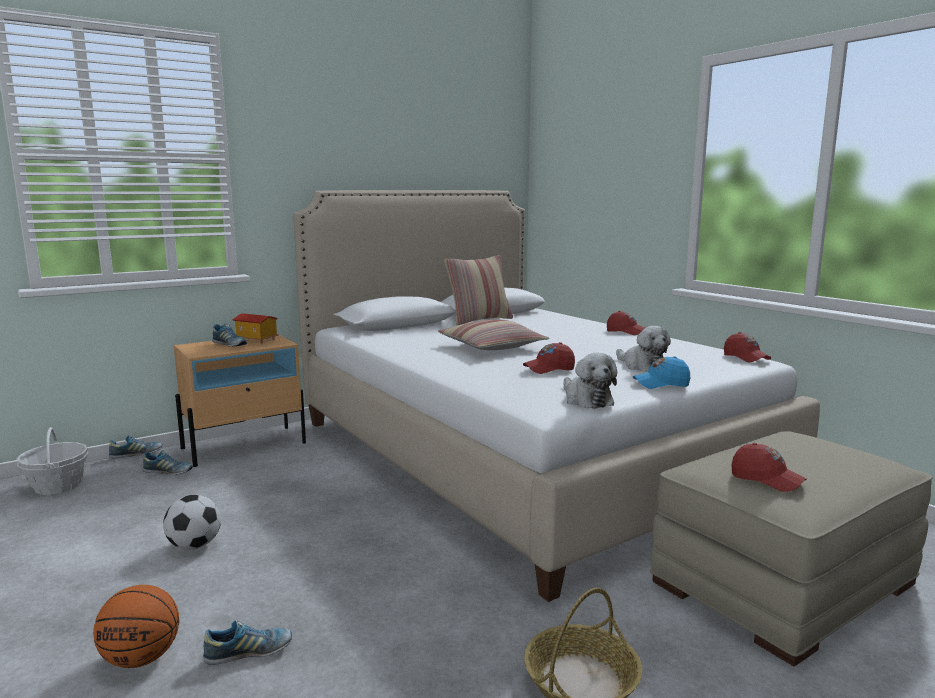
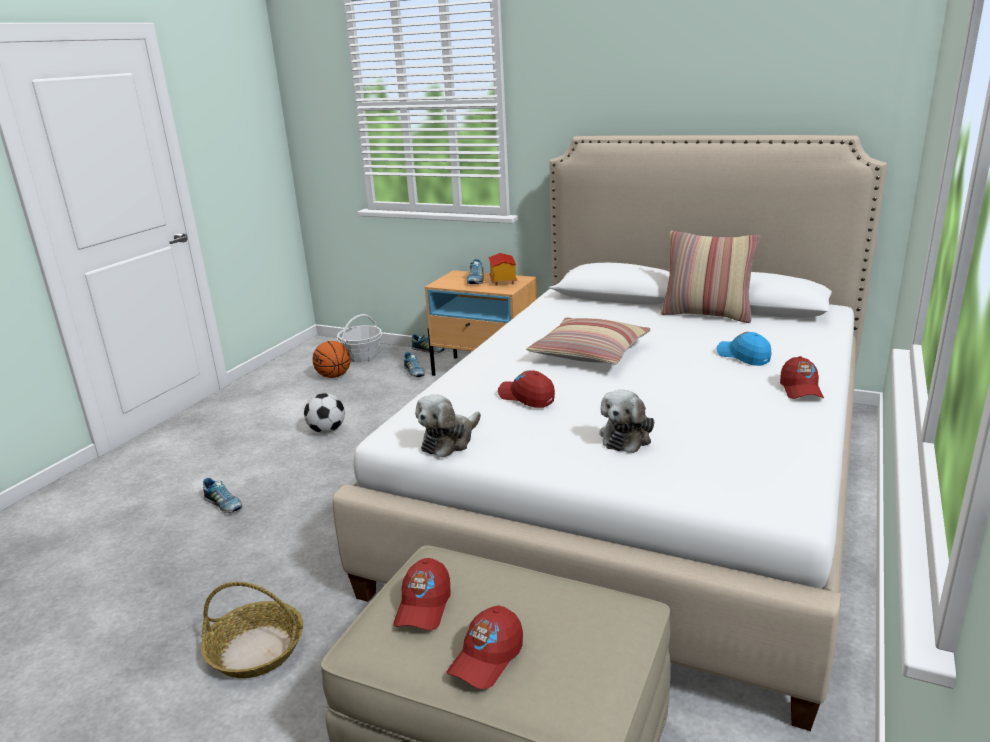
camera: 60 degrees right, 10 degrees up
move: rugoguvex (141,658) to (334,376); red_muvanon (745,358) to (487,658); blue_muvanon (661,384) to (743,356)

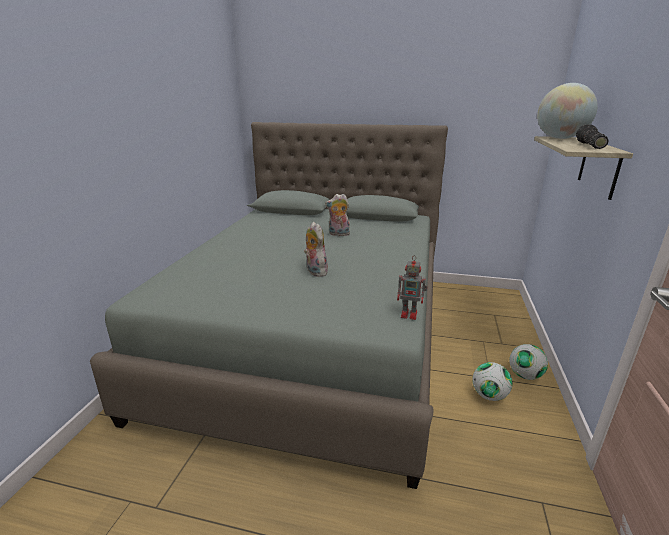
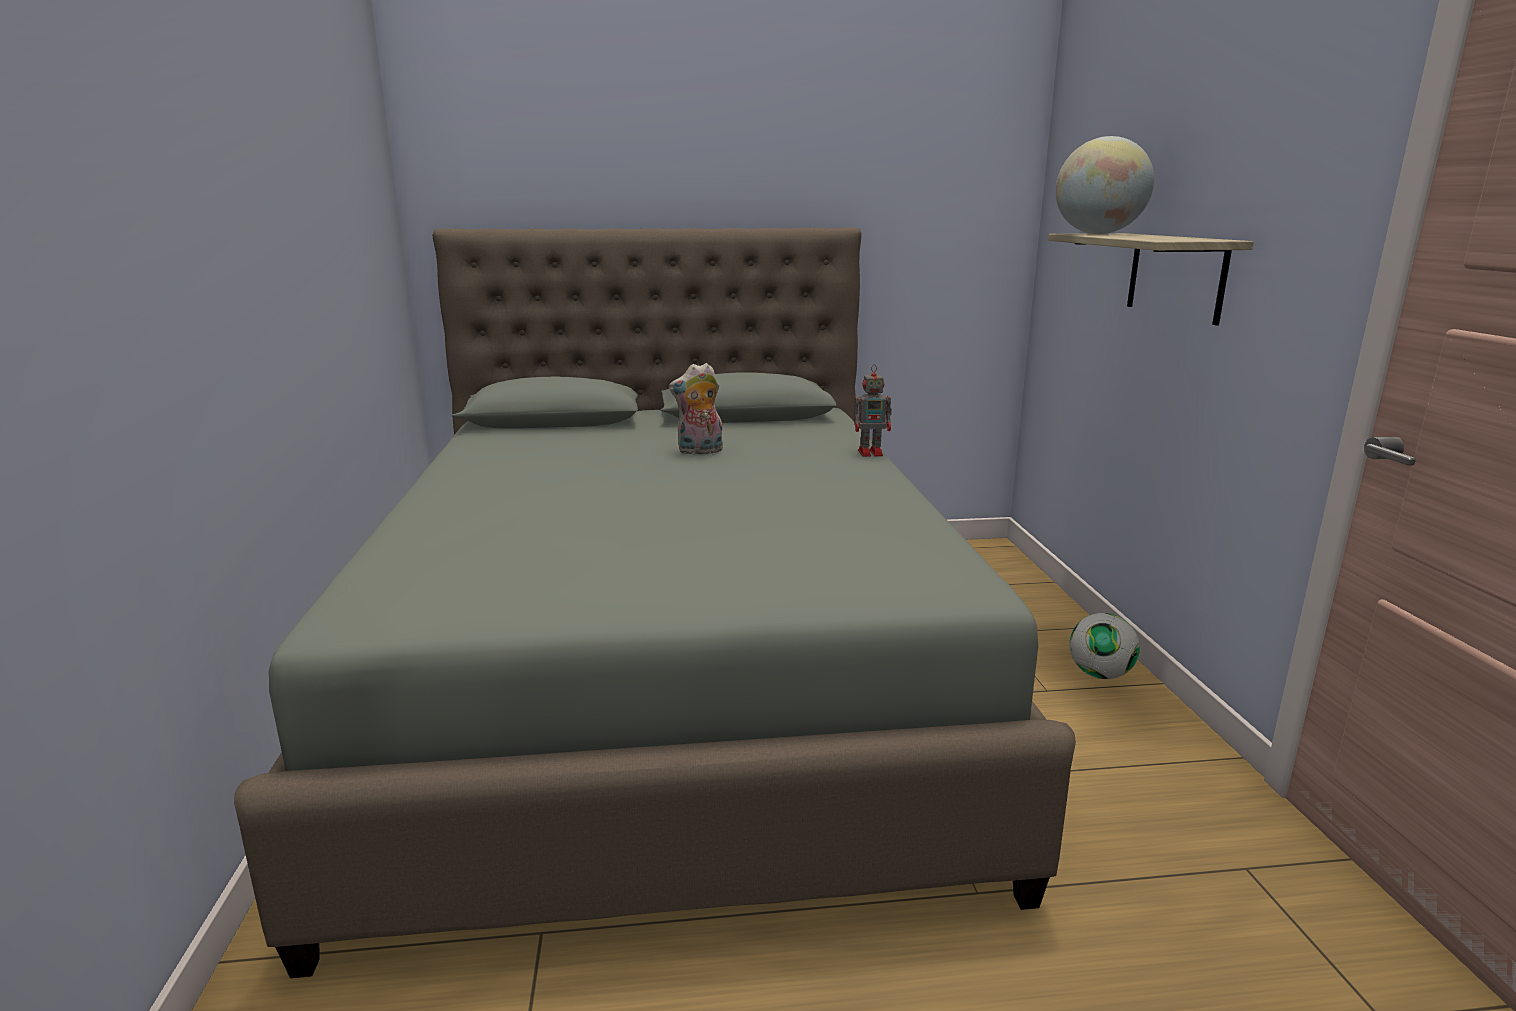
camera: 20 degrees left, 5 degrees down
delete: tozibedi (315,271); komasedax (489,395); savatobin (589,145)
move: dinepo (410,314) to (871,453)

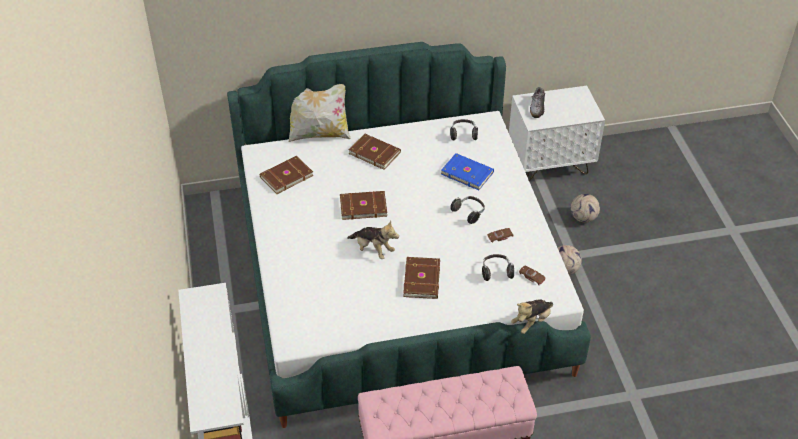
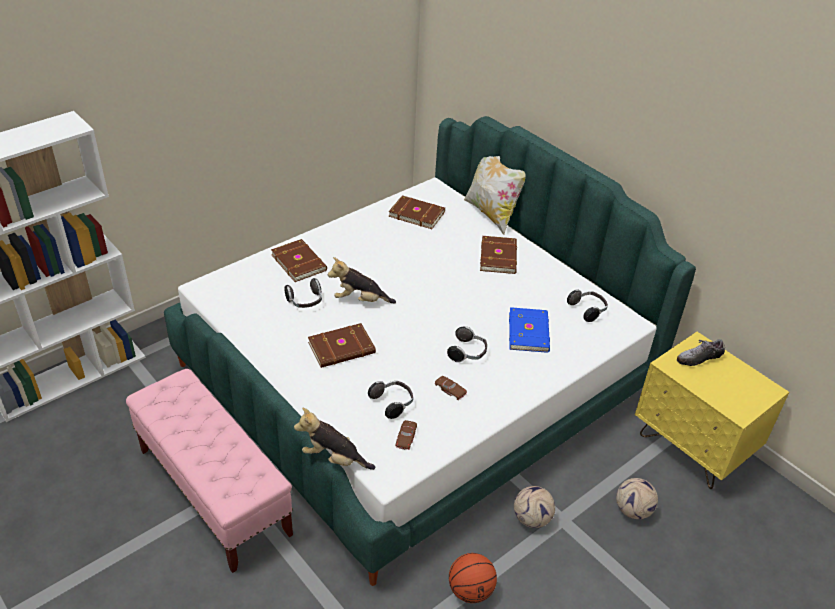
camera: 60 degrees right, 5 degrees down
insert: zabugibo (305,302); rugoguvex (470,590)
move: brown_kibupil (363,206) to (299,262)
recolor: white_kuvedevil (550,164) to yellow_kuvedevil (692,448)
rotate: tozibedi (373,249) = (360,300) 90 degrees clockwise

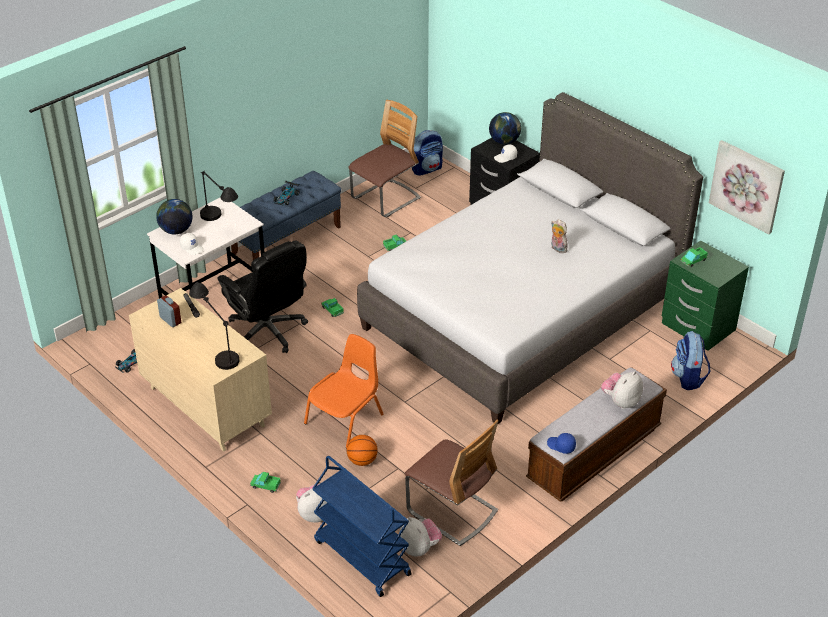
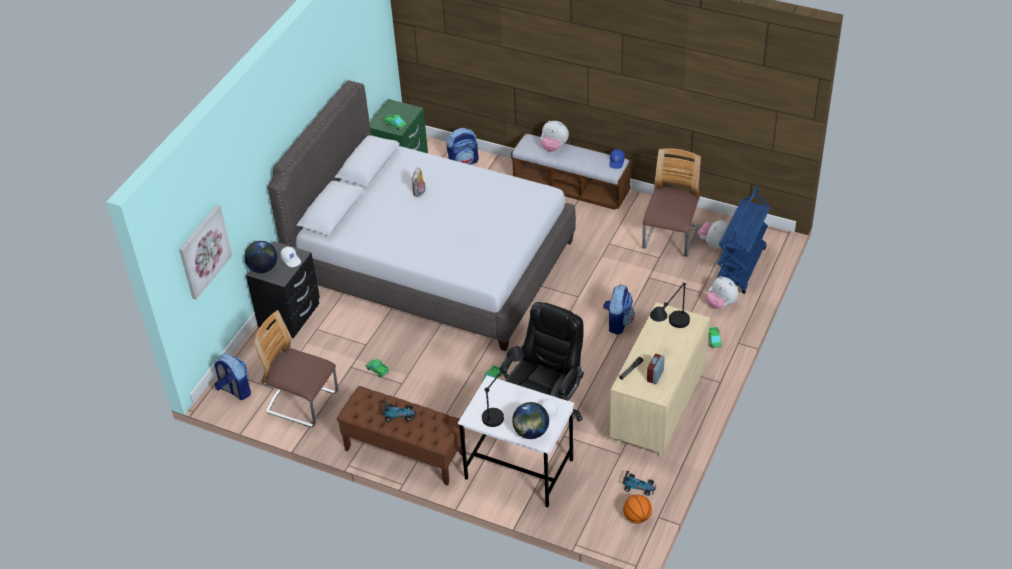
camera: 110 degrees left, 5 degrees up
move: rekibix (747,186) to (204,251); rugoguvex (362,461) to (637,517)
replace: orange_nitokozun (345,419) to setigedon (617,322)
recolor: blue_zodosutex (287,240) to brown_zodosutex (404,452)

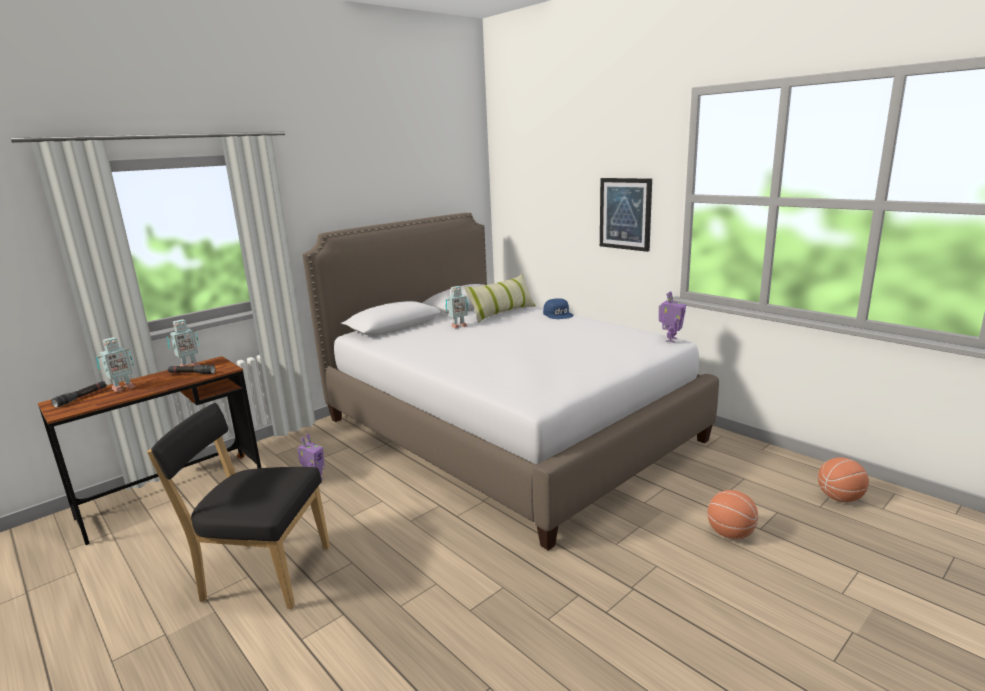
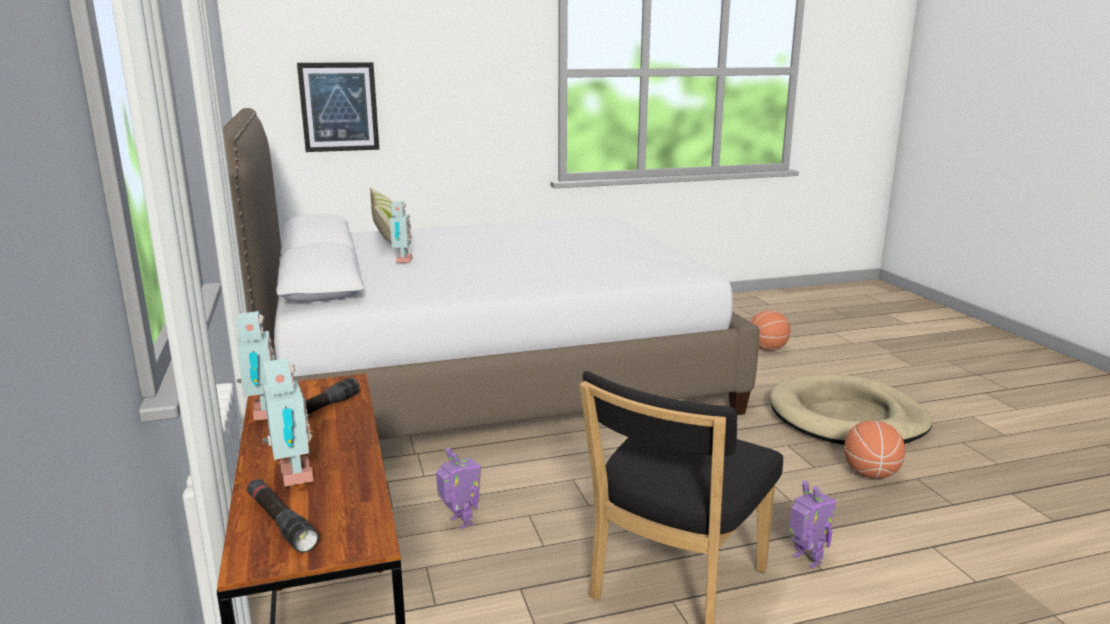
camera: 65 degrees left, 0 degrees up
delete: blue_muvanon (558,314)
insert: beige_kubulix (846,418)
move: rekibix (625,213) to (339,107); dinepo (670,340) to (806,560); rugoguvex (840,498) to (870,473)

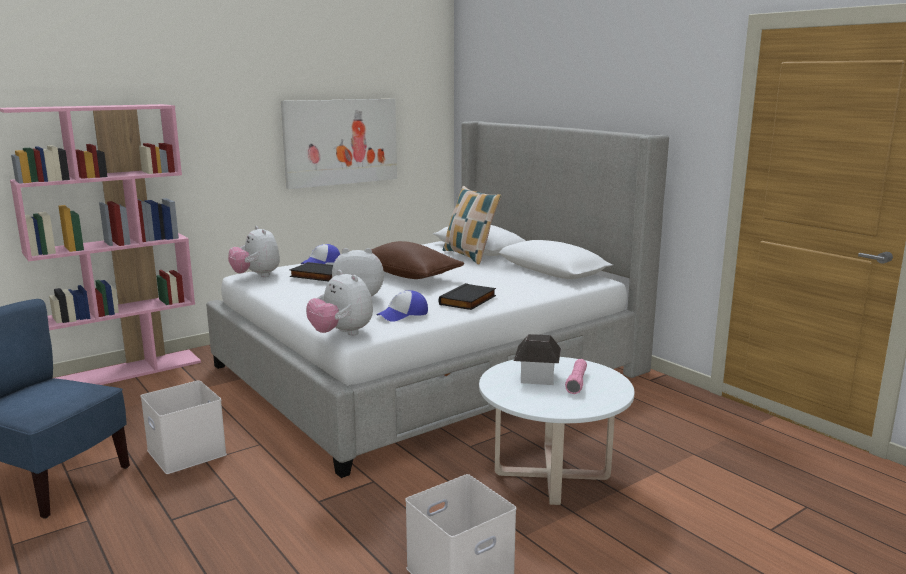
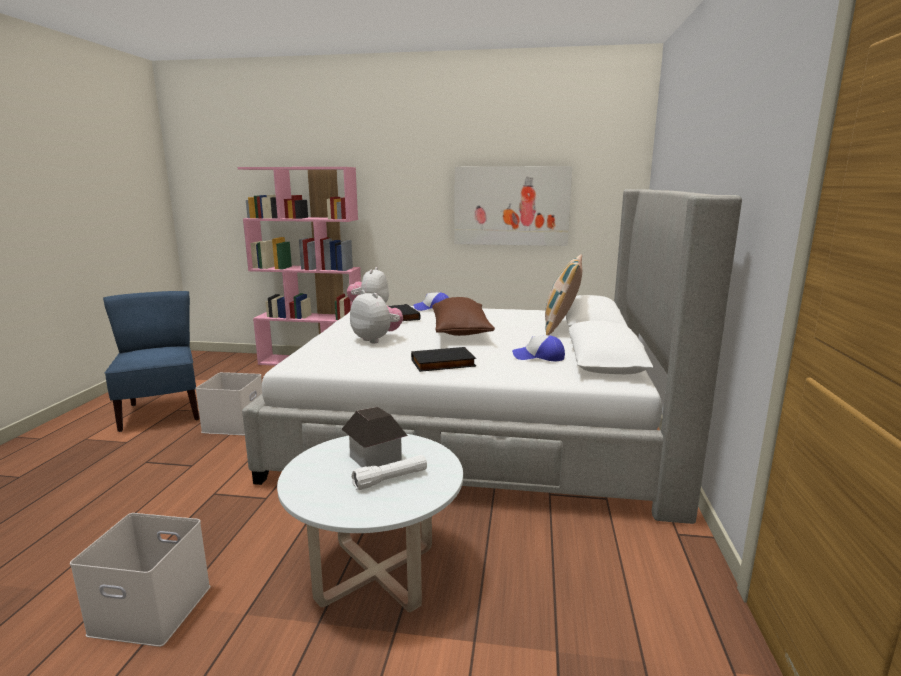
camera: 45 degrees right, 0 degrees up
delete: tozibedi (341,334)
move: muvanon (403,314) to (539,357)
recolor: pink_savatobin (576,382) to white_savatobin (390,480)

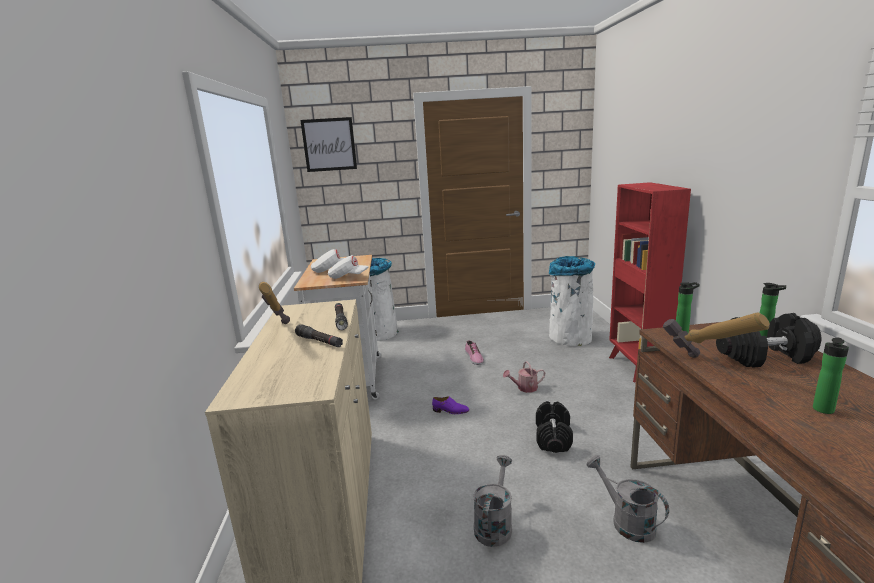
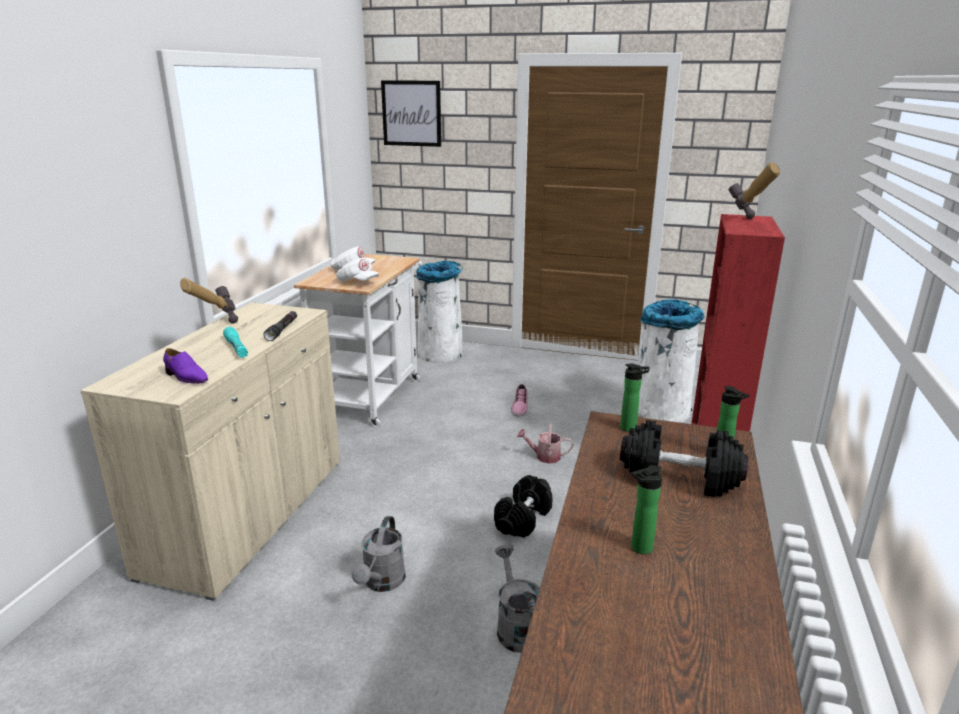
camera: 20 degrees right, 5 degrees up
move: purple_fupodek (450,411) to (186,377); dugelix (705,370) to (746,223)
recolor: black_savatobin (319,341) to turquoise_savatobin (236,348)
rotate: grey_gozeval (494,524) = (382,583) 150 degrees clockwise

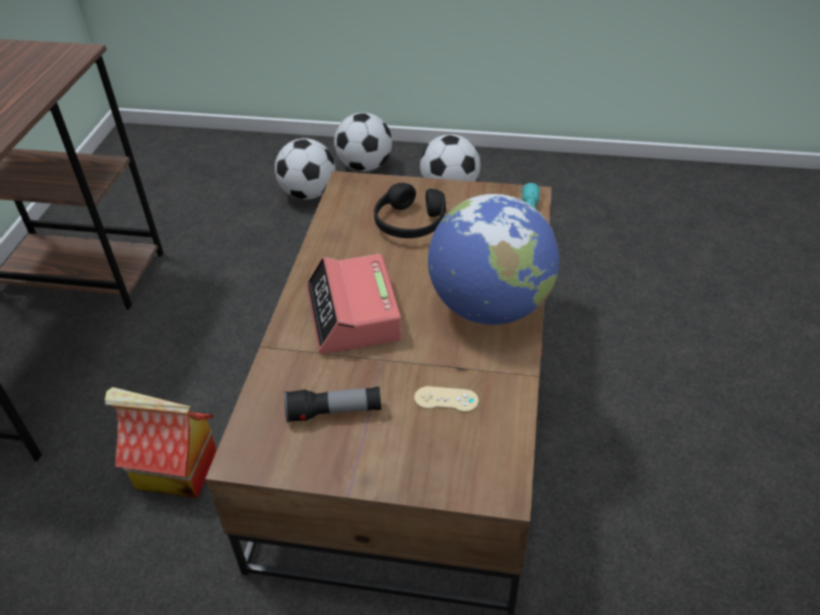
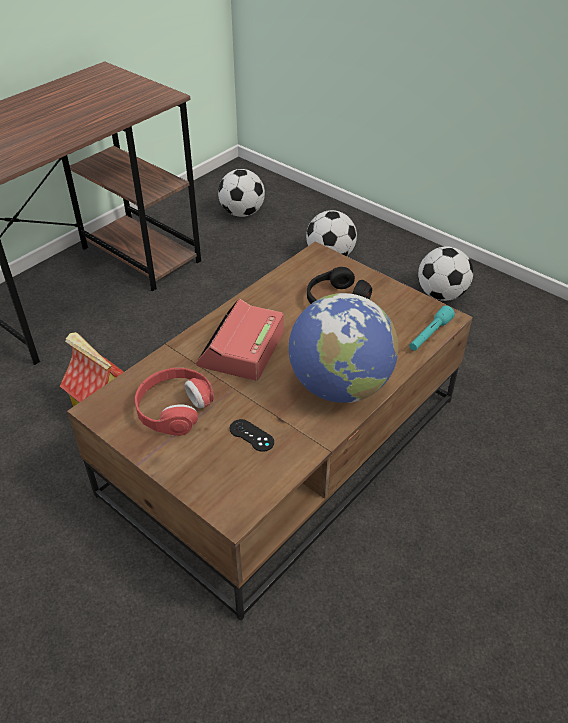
camera: 30 degrees right, 0 degrees up
move: komasedax (365,166) to (242,213)
replace: savatobin (334,412) to red_zabugibo (174,408)
recolor: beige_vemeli (446,399) to black_vemeli (251,435)

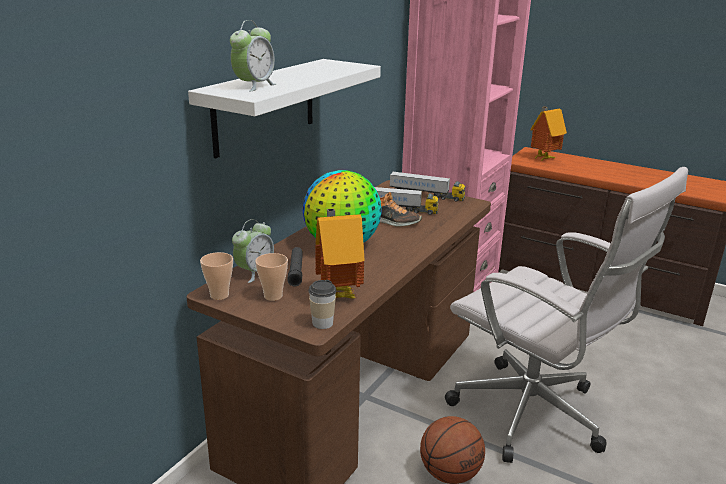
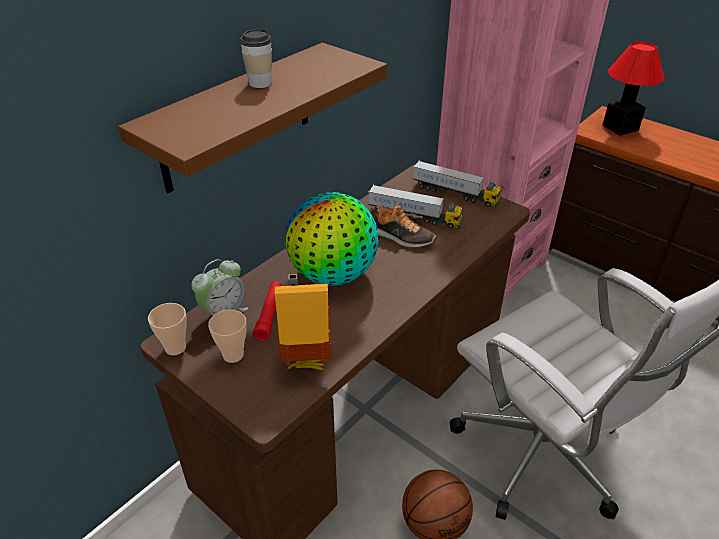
camera: 10 degrees right, 15 degrees up
delete: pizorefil (254,86)
move: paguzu (322,323) to (260,83)
replace: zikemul (543,158) to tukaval (619,128)
recolor: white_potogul (265,106) to brown_potogul (237,118); black_savatobin (296,271) to red_savatobin (269,315)

